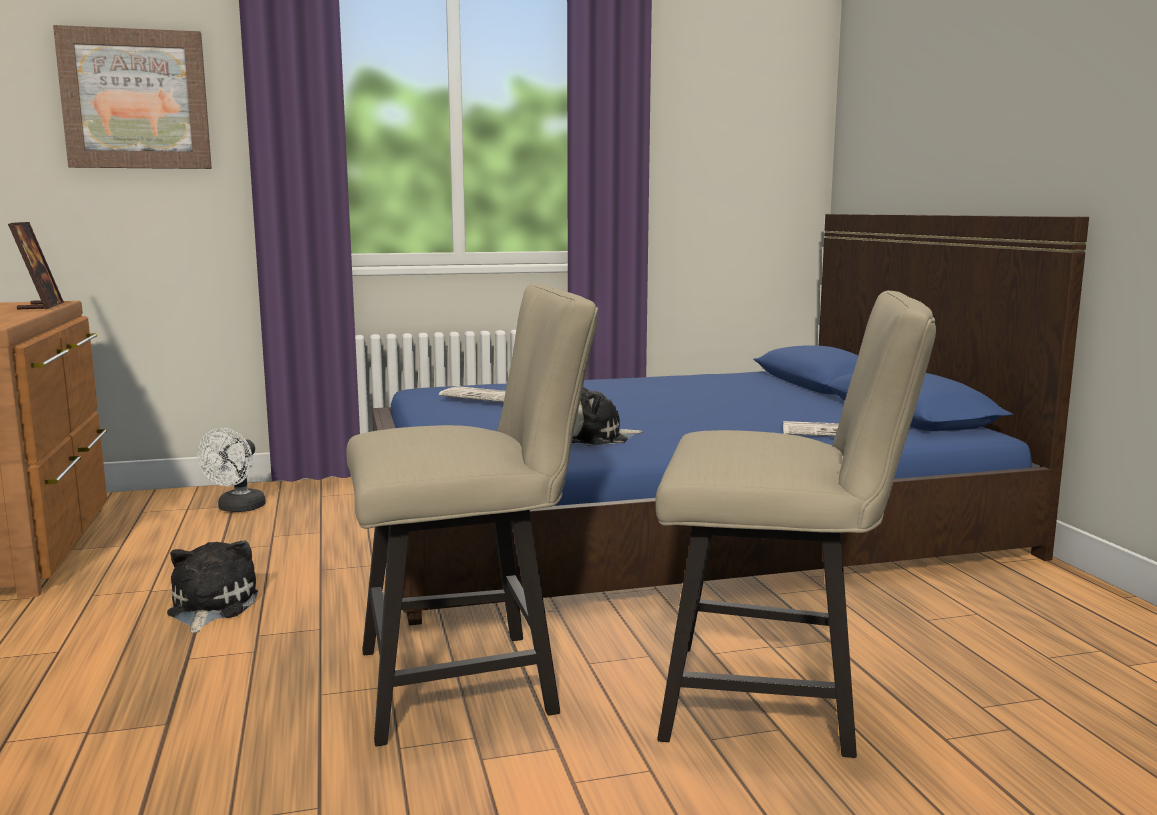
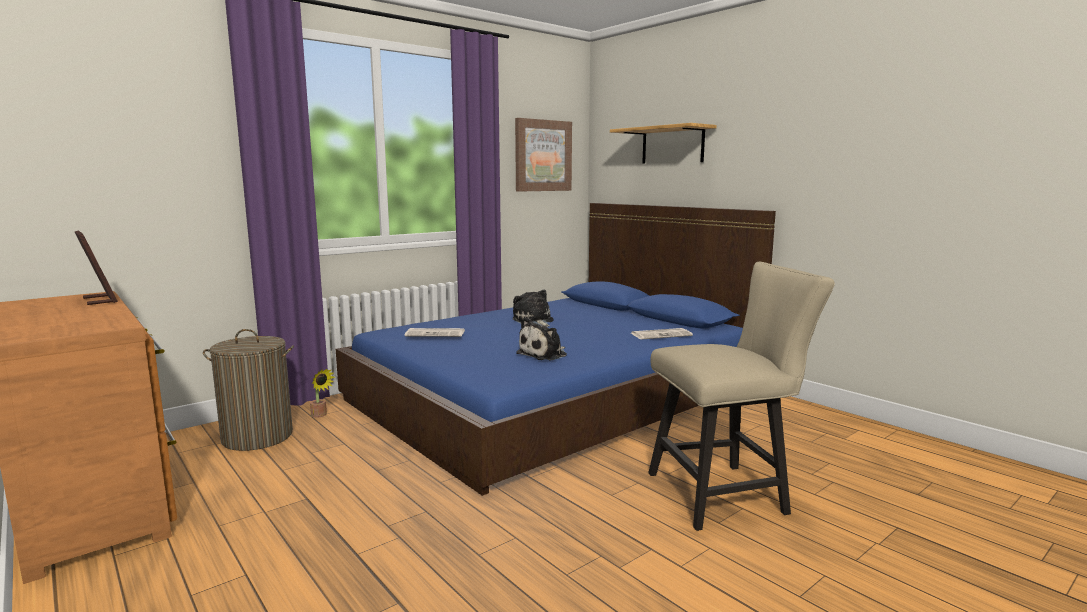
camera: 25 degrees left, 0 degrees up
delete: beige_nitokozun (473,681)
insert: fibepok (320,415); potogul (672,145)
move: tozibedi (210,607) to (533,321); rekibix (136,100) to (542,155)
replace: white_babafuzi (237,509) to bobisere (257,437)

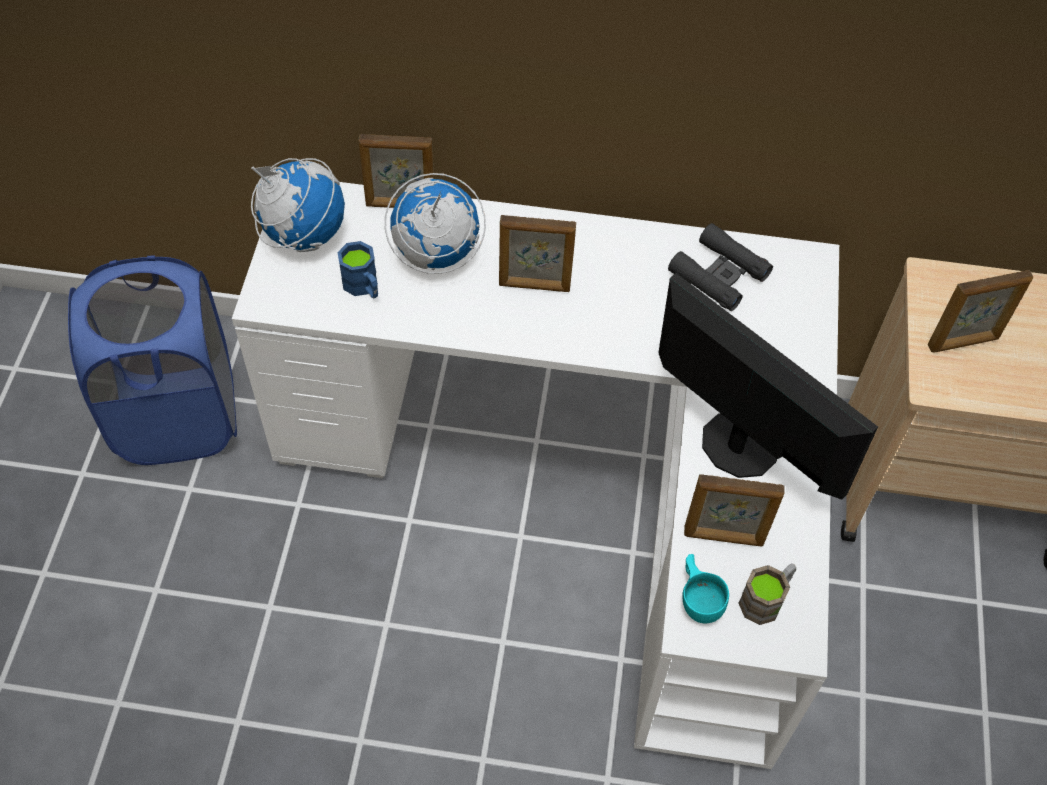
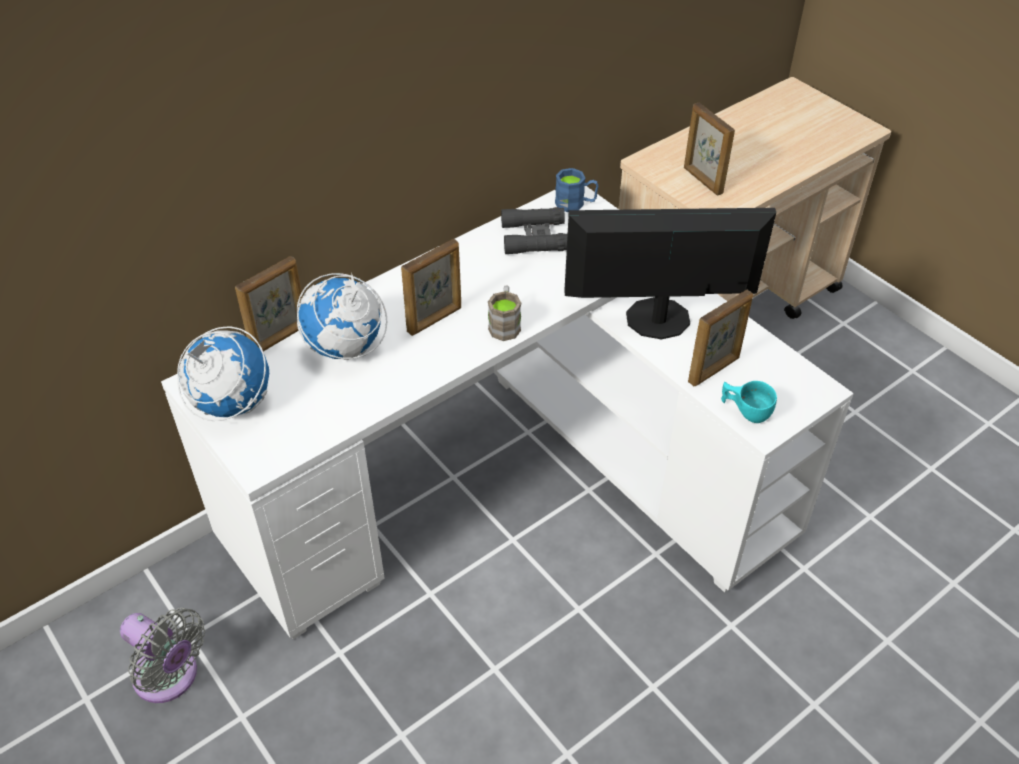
camera: 45 degrees left, 10 degrees down
move: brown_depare (766,599) to (505,324); blue_depare (364,287) to (575,204)
replace: blue_bobisere (178,416) to grey_babafuzi (170,678)
rotate: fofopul (963,342) = (702,181) 120 degrees clockwise

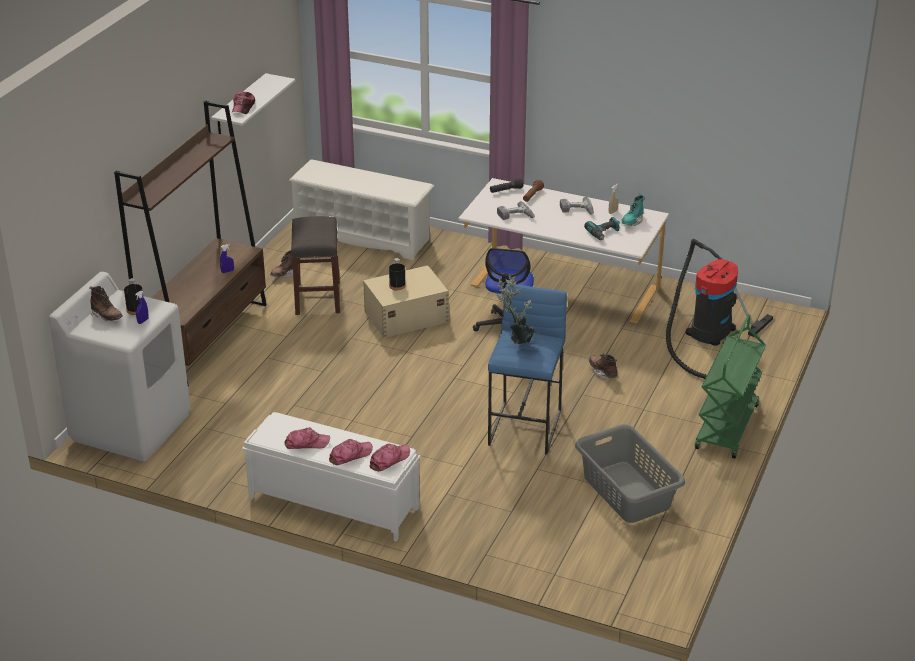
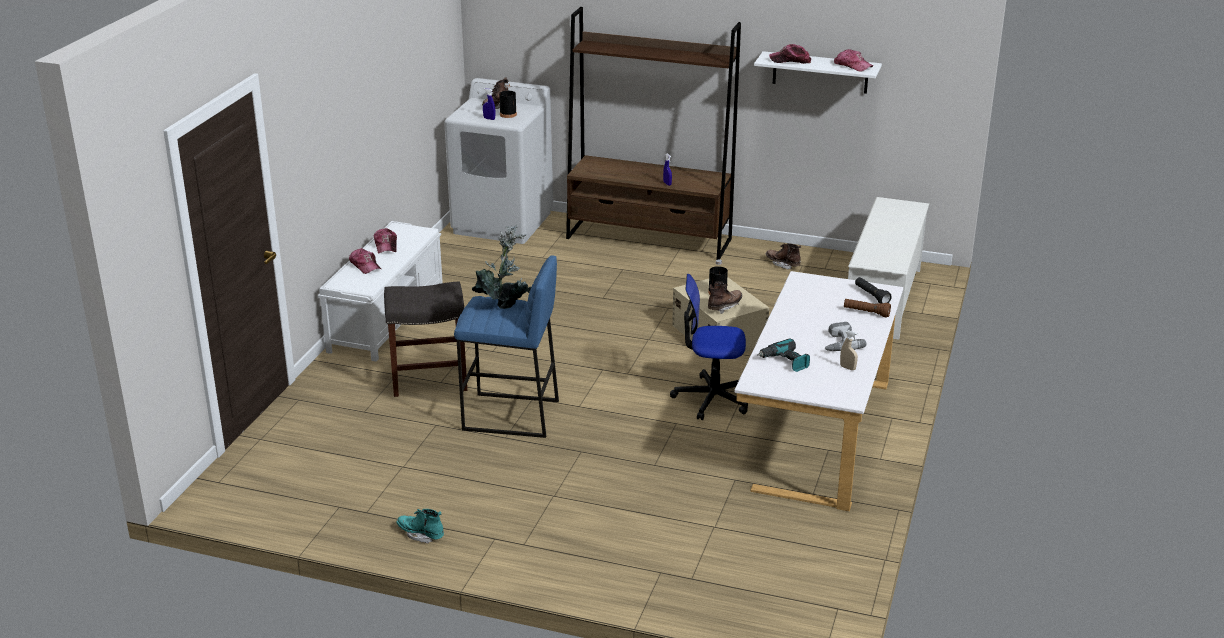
camera: 85 degrees right, 5 degrees down
delete: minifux (516,216); grey_bobisere (626,492); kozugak (709,335); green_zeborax (727,428)
move: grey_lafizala (317,297) to (430,379); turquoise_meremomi (632,222) to (421,534); brown_meremomi (602,372) to (724,307); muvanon (389,460) to (852,66)

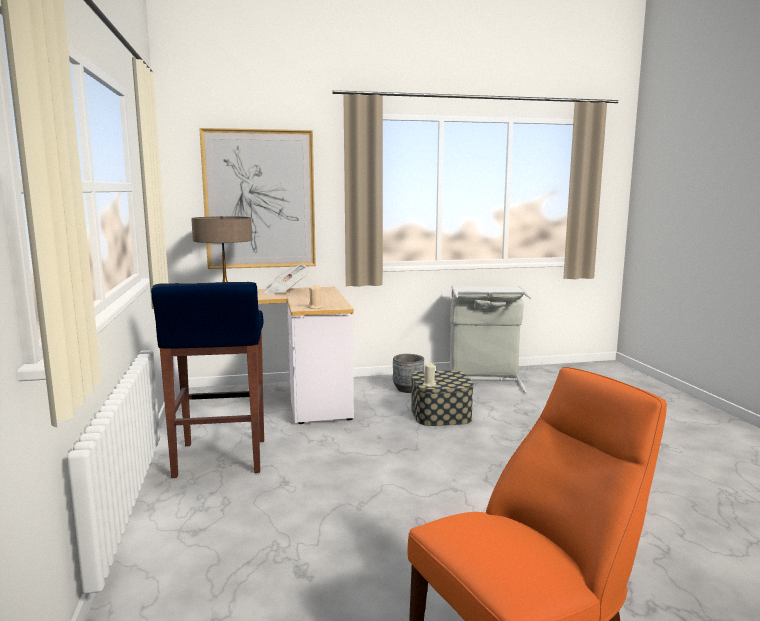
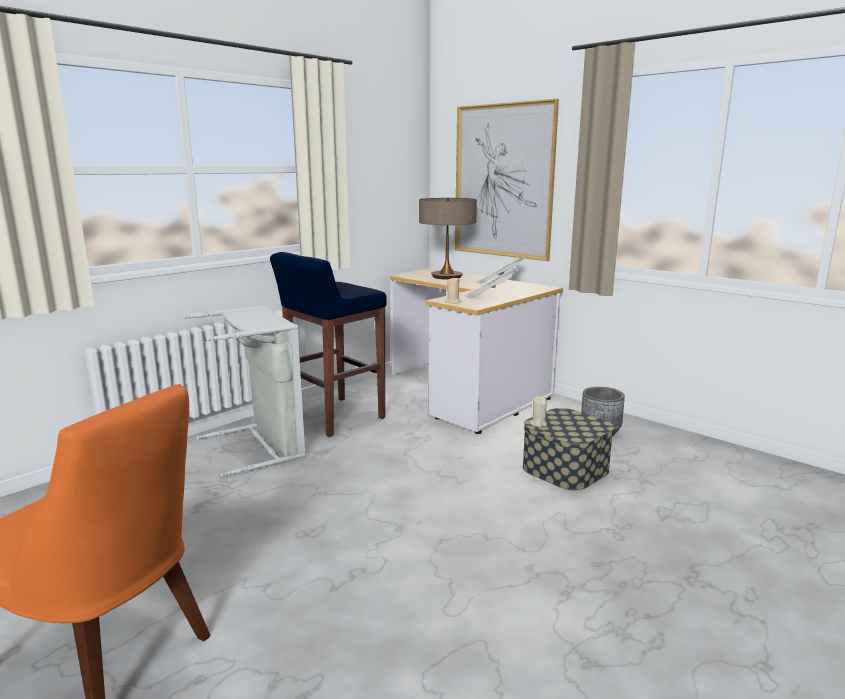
camera: 55 degrees right, 5 degrees up
insert: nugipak (490,298)
move: grey_bobisere (485,381) to (262,445)

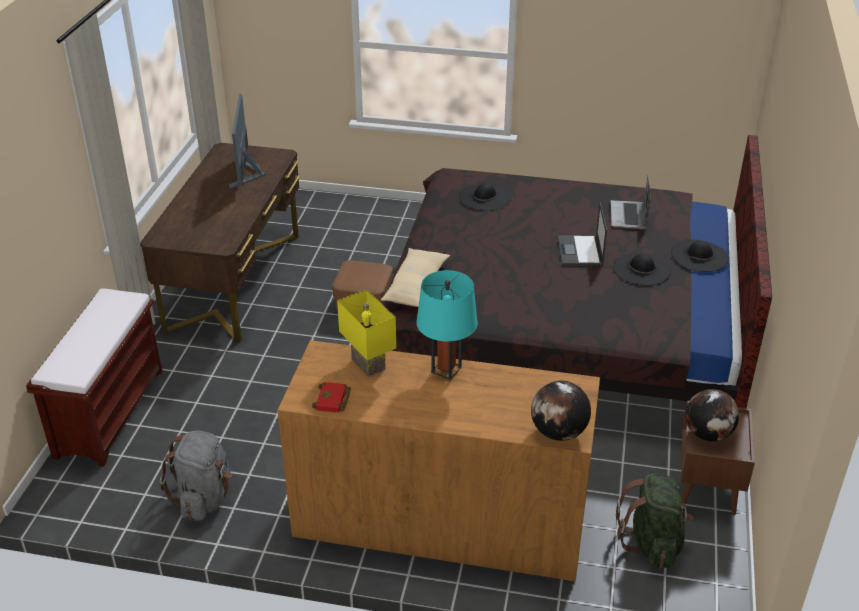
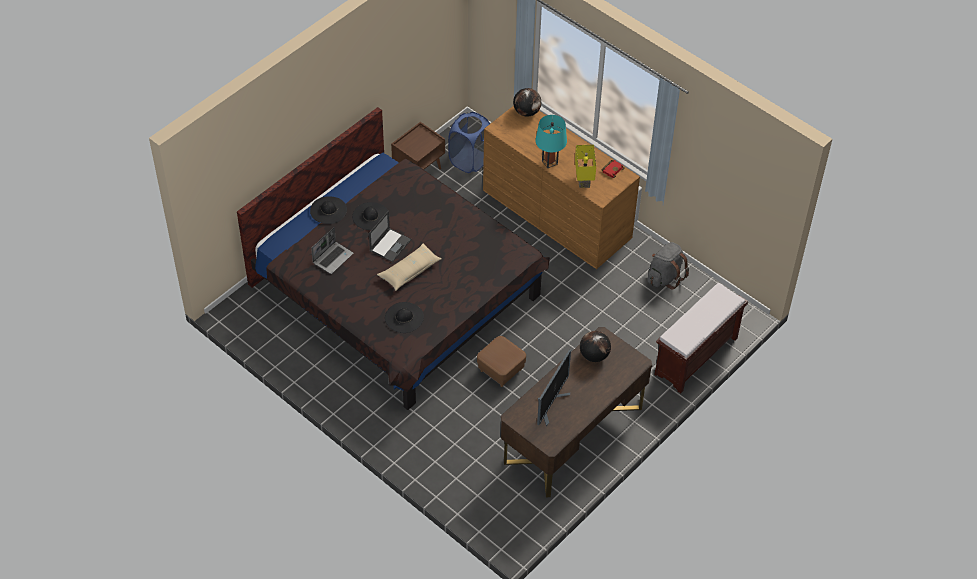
camera: 150 degrees left, 15 degrees up
move: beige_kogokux (416,286) to (409,271); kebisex (708,434) to (594,355)
replace: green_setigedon (652,543) to blue_bobisere (470,160)

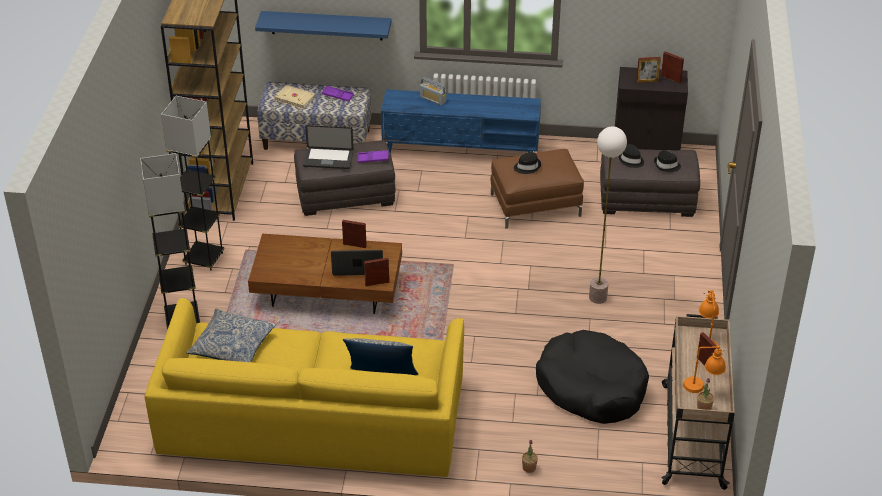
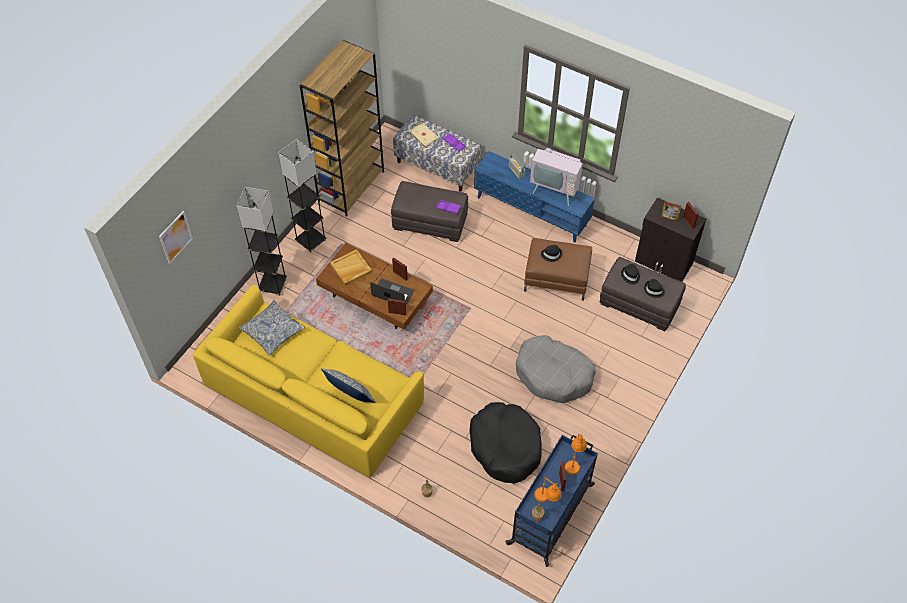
camera: 25 degrees right, 15 degrees up
delete: blue_potogul (326,25); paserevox (328,159)
insert: rekibix (175,237); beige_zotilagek (351,269); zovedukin (555,191)
replace: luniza (597,297) to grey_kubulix (553,374)
recolor: beige_zeborax (692,434) to blue_zeborax (551,513)

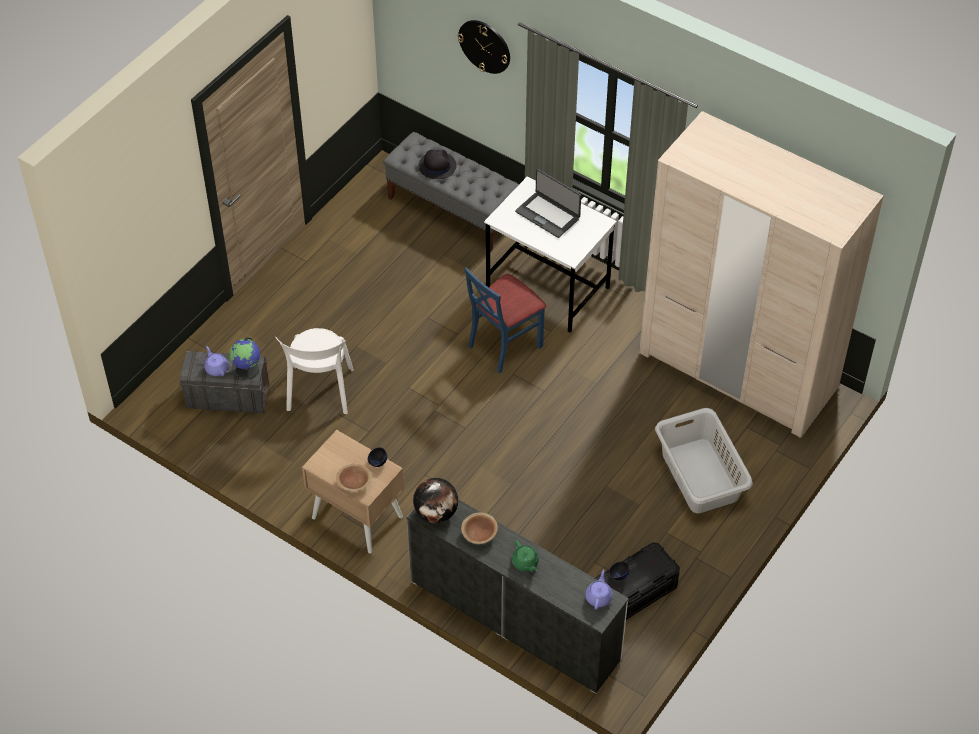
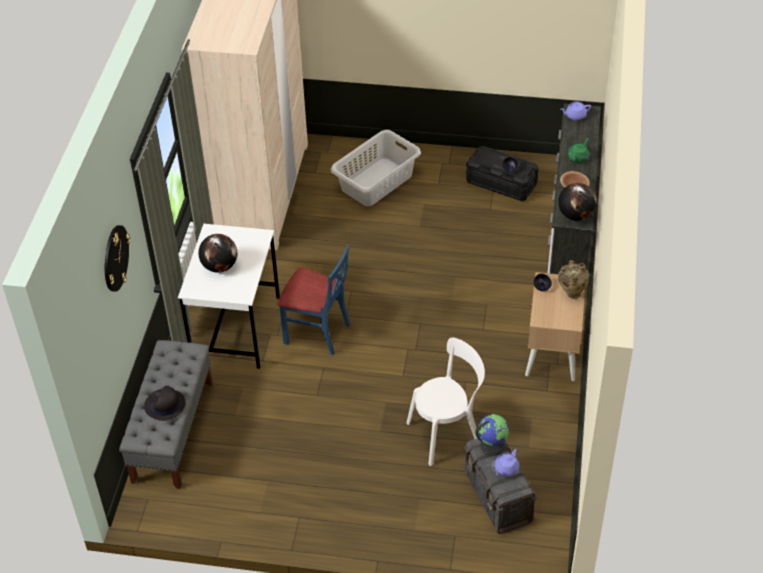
camera: 115 degrees left, 5 degrees down
replace: paserevox (548,214) to kebisex (219,266); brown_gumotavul (354,483) to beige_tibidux (571,293)

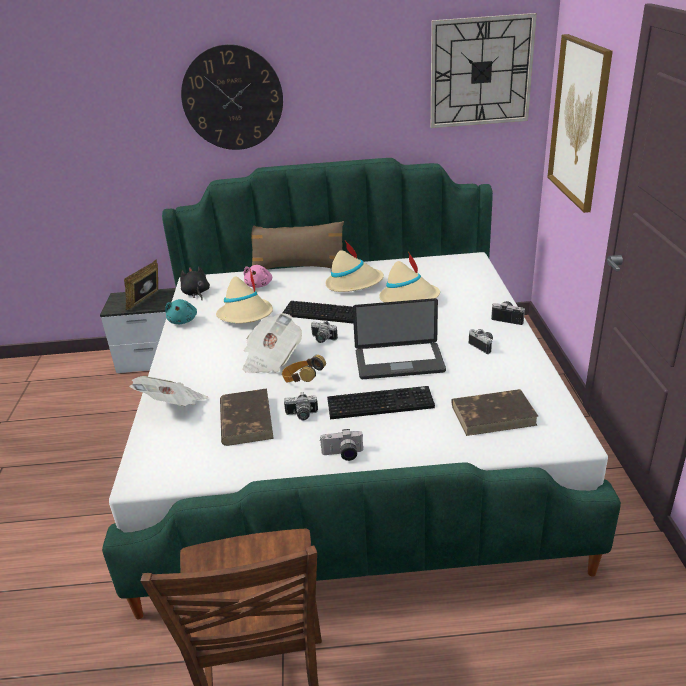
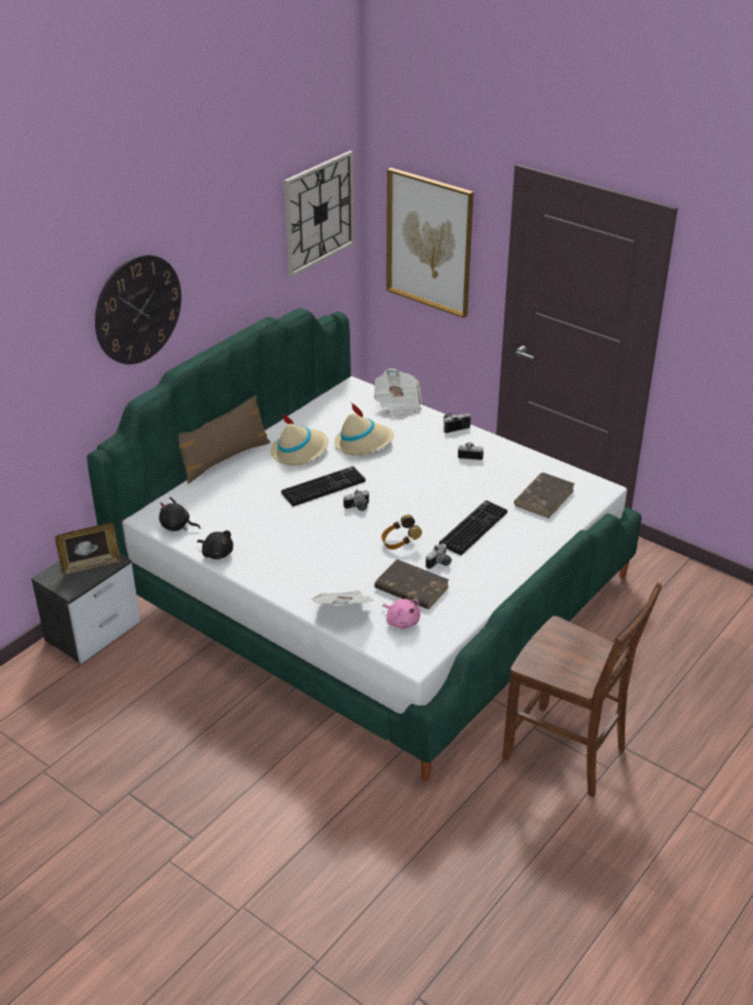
camera: 50 degrees left, 5 degrees up
delete: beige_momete (246,315); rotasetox (343,455); paserevox (399,362)
move: nugipak (271,359) to (397,406); pink_tozibedi (259,285) to (402,621)
recolor: turquoise_tozibedi (183,321) to black_tozibedi (217,553)
rotate: fofopul (146,301) = (90,565) 90 degrees counterclockwise

